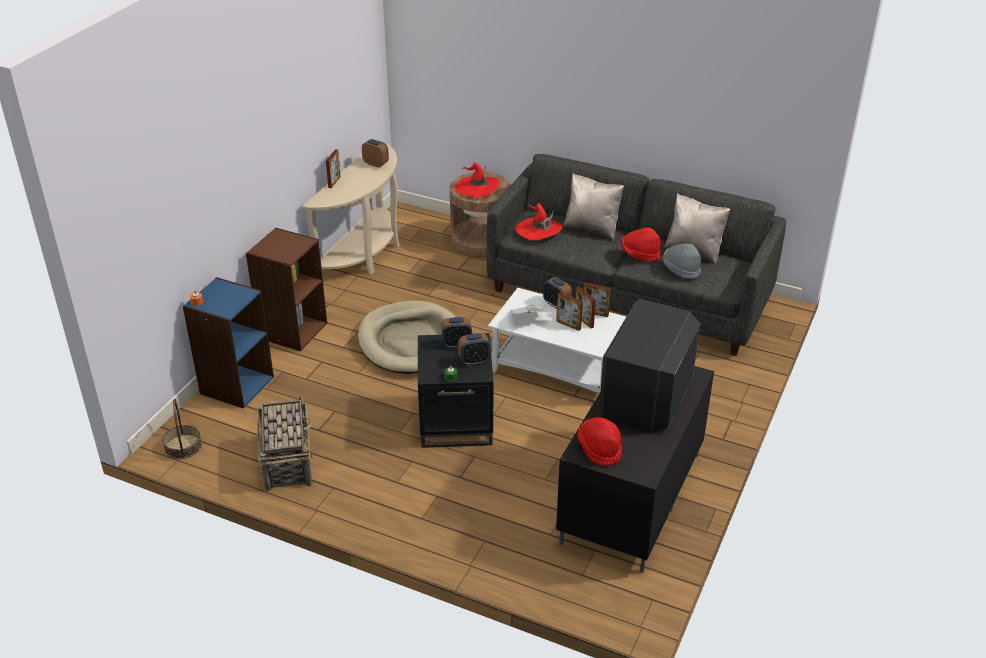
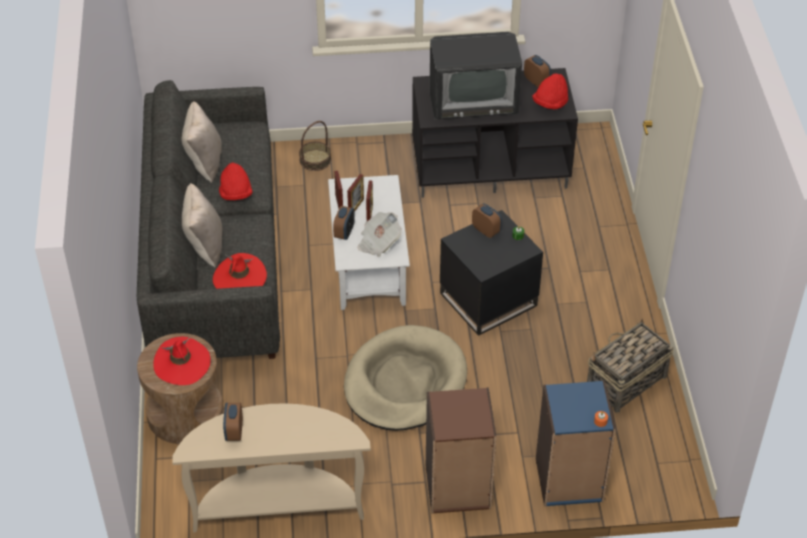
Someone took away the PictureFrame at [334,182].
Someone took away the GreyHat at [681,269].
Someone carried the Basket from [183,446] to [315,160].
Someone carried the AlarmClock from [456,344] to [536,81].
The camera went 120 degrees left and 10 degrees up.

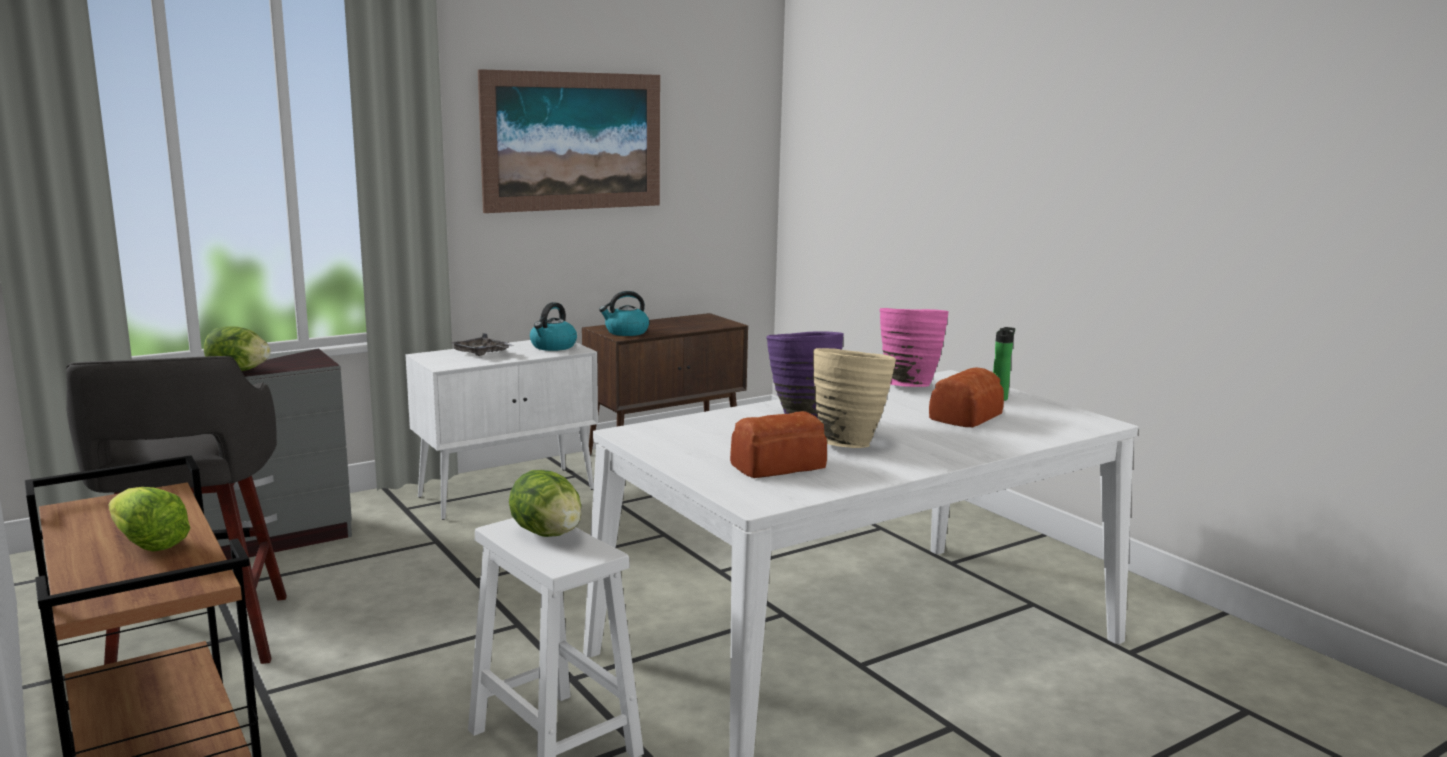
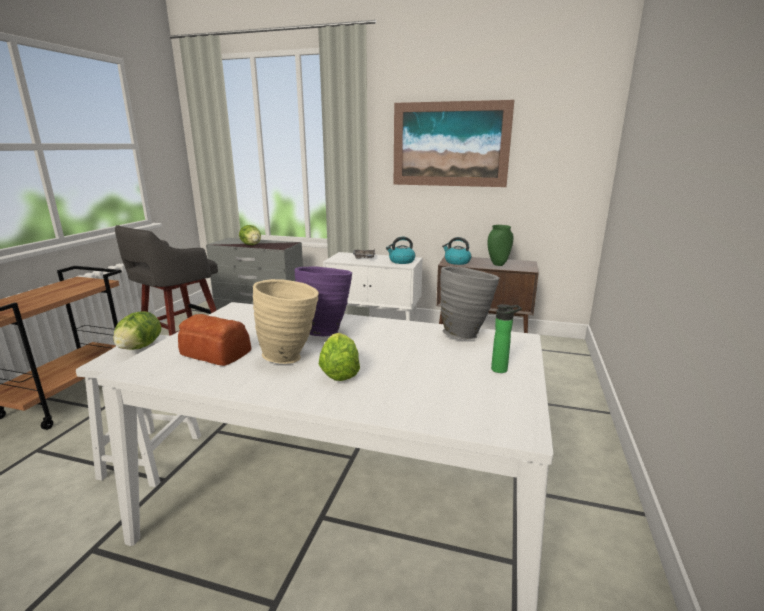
Someone took away the Bread at [963,416].
Someone put down the GreenVase at [497,264].
Someone carried the Lettuce from [149,545] to [339,372].
Someone repainted the PinkVase at [907,385], which became the GreyVase at [465,334].
The camera went 50 degrees right and 5 degrees up.

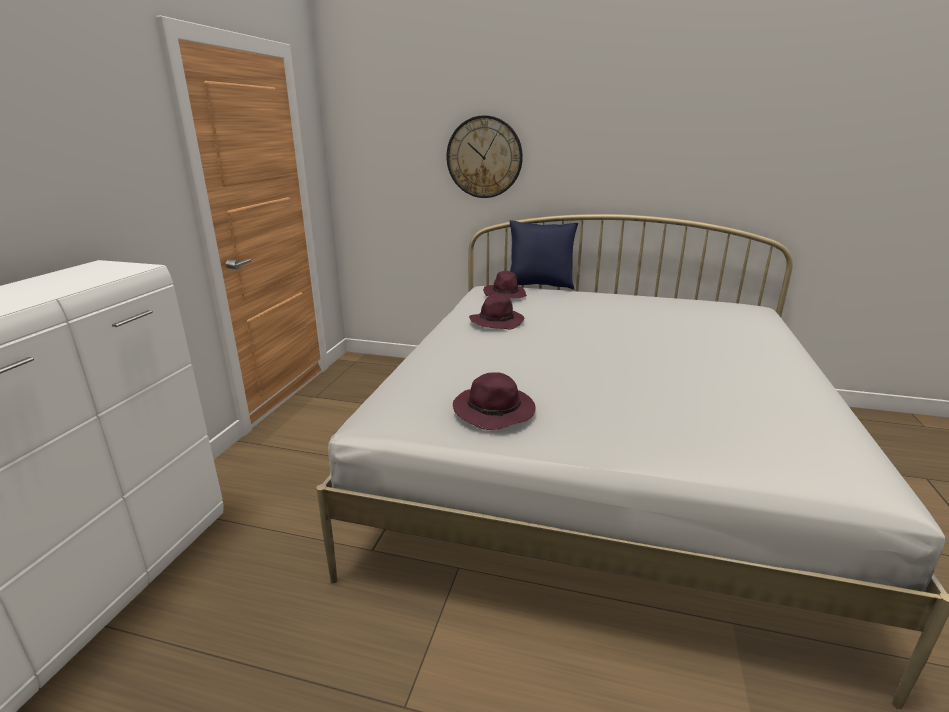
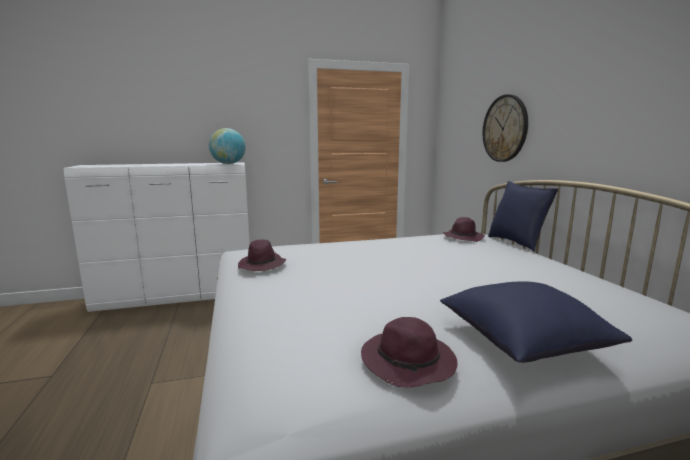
Someone put down the Globe at [228,164].
Someone put down the BluePillow at [522,342].
Someone carried the PurpleHat from [497,321] to [409,363].
The camera went 60 degrees right and 10 degrees down.

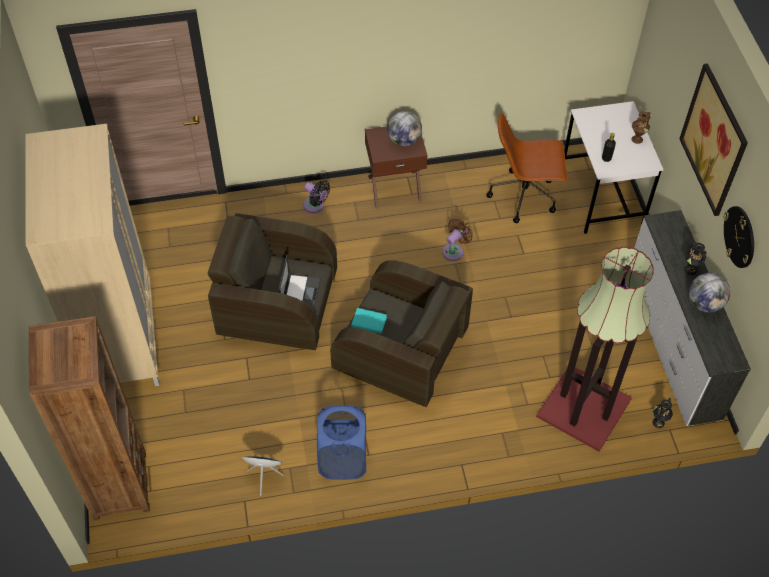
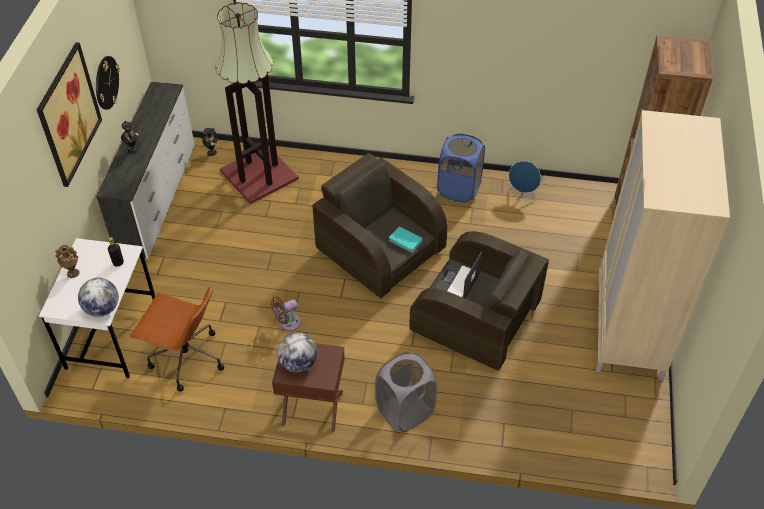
Someone carried the Globe from [704,303] to [102,309].
Someone swapped the BlackFan at [315,206] for the GreyLaundryBasket at [405,411].
The camera went 160 degrees left and 5 degrees down.

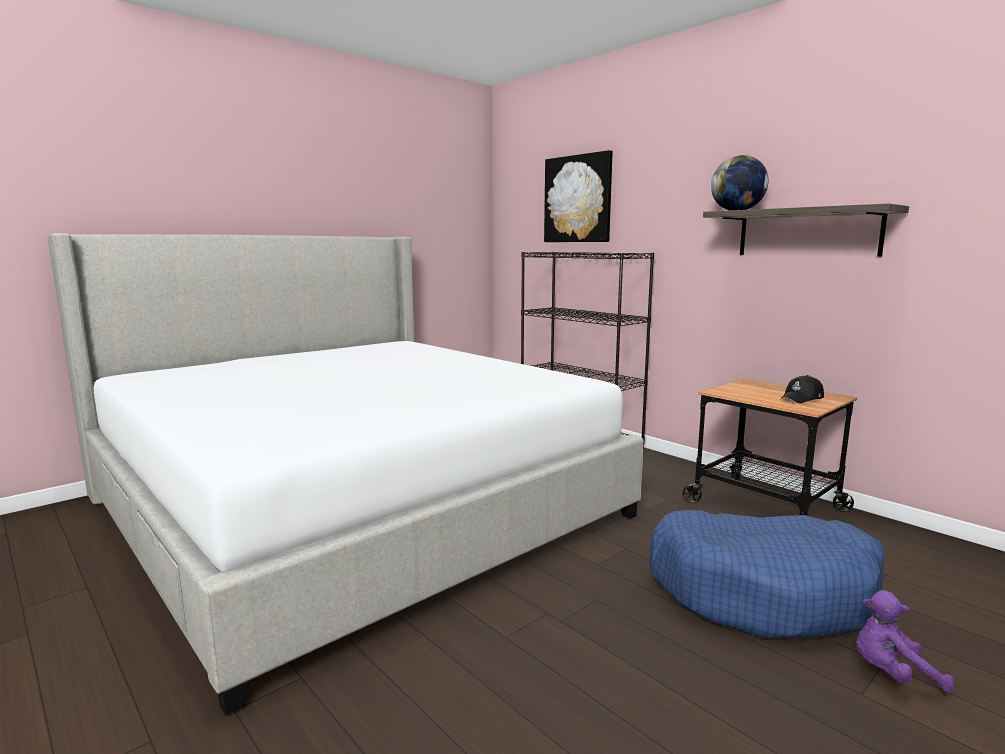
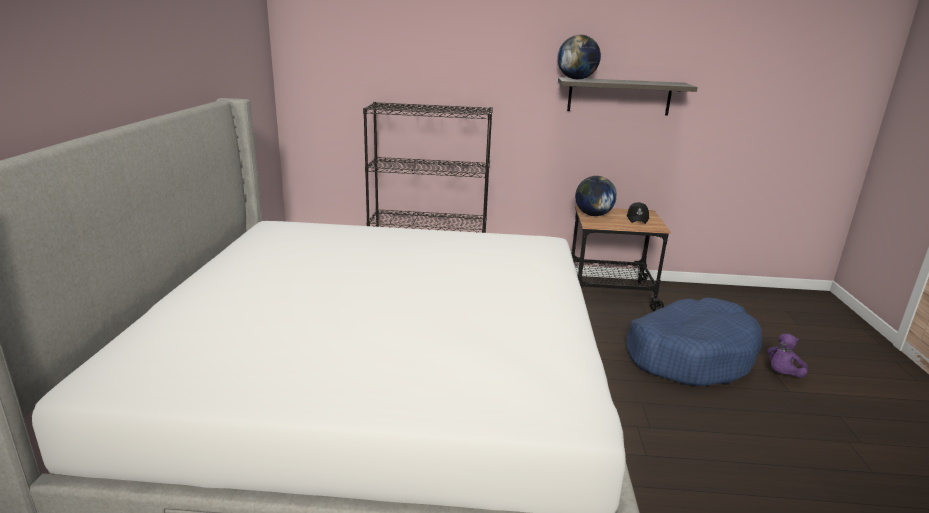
Someone took away the Picture at [578,199].
Someone put down the Globe at [593,215].
The camera went 45 degrees left and 10 degrees up.

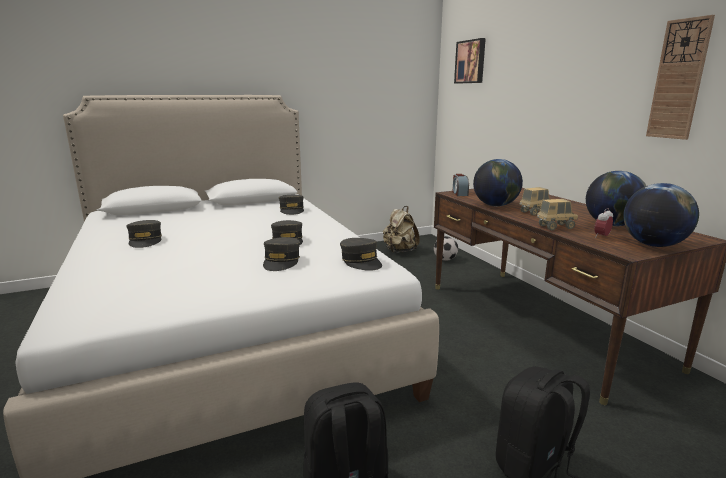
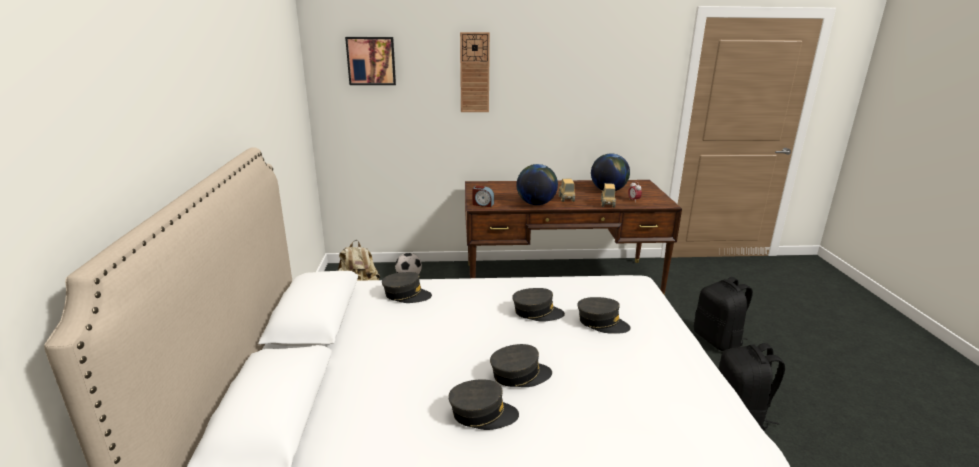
Someone took away the Globe at [653,245].
Someone carried the GreyCap from [361,261] to [520,375].
Someone carried the WallClock from [678,80] to [474,73].
The camera went 70 degrees left and 5 degrees up.

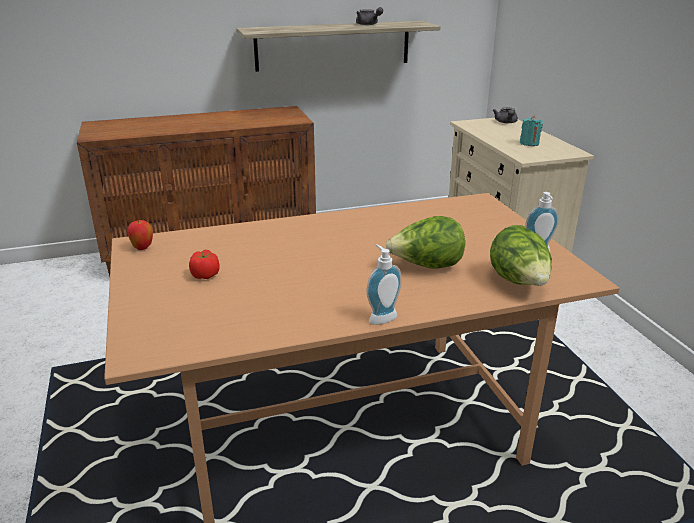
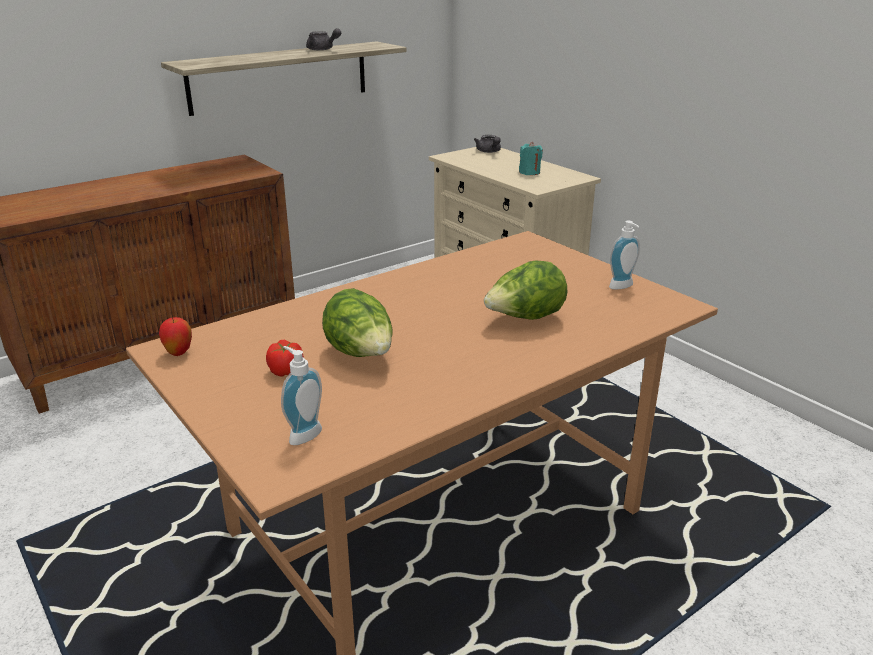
Someone carried the SoapDispenser from [381,317] to [302,434].
Someone carried the Lettuce from [519,282] to [361,354].
The camera went 20 degrees left and 0 degrees up.

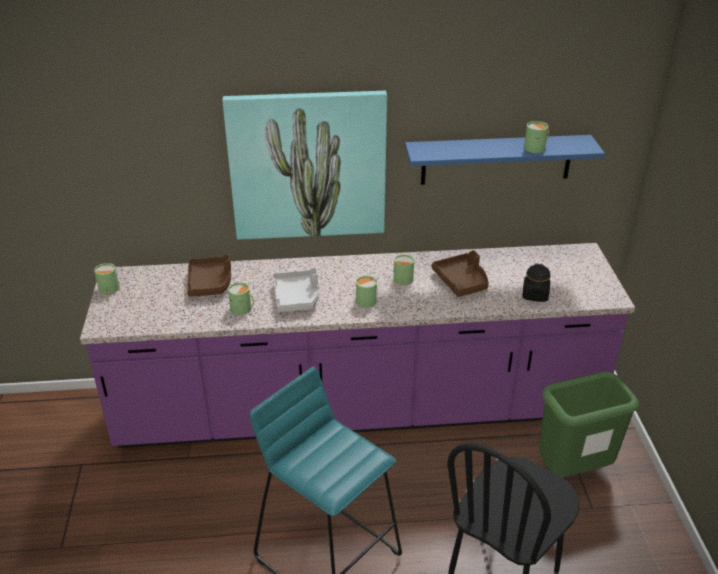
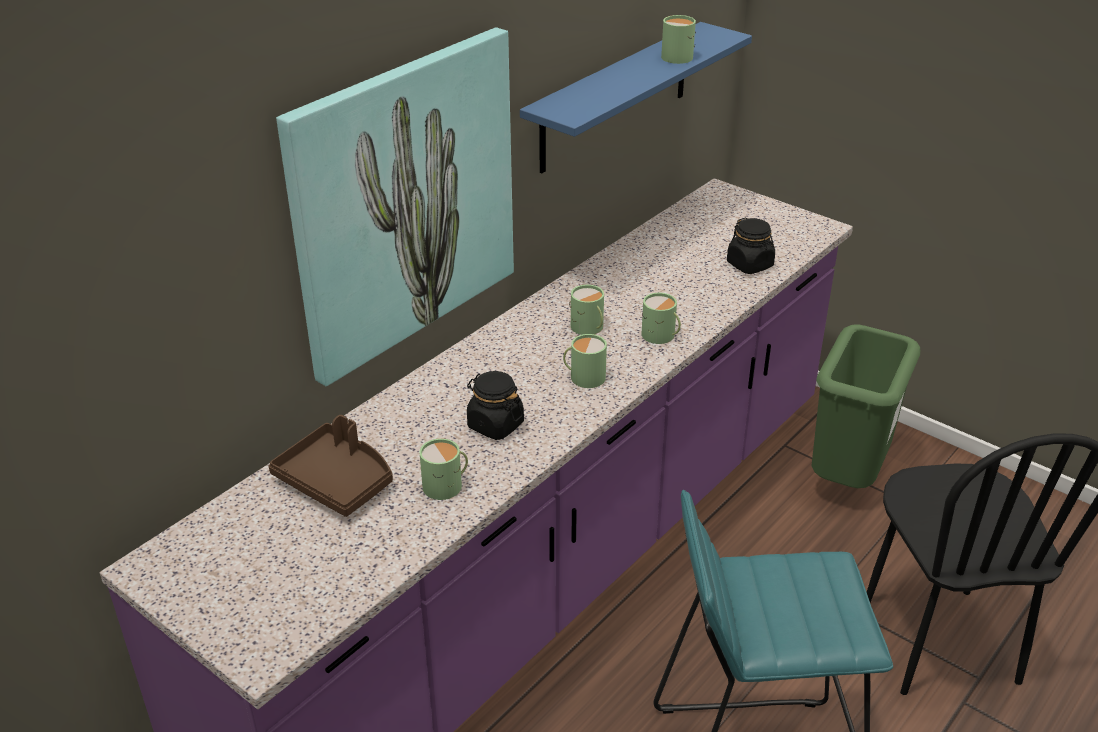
Someone took away the BrownTray at [462,281].
Someone carried the GreenMug from [108,289] to [661,336].
Someone swapped the GreyTray at [297,297] for the BlackJar at [495,425].
The camera went 45 degrees left and 0 degrees up.

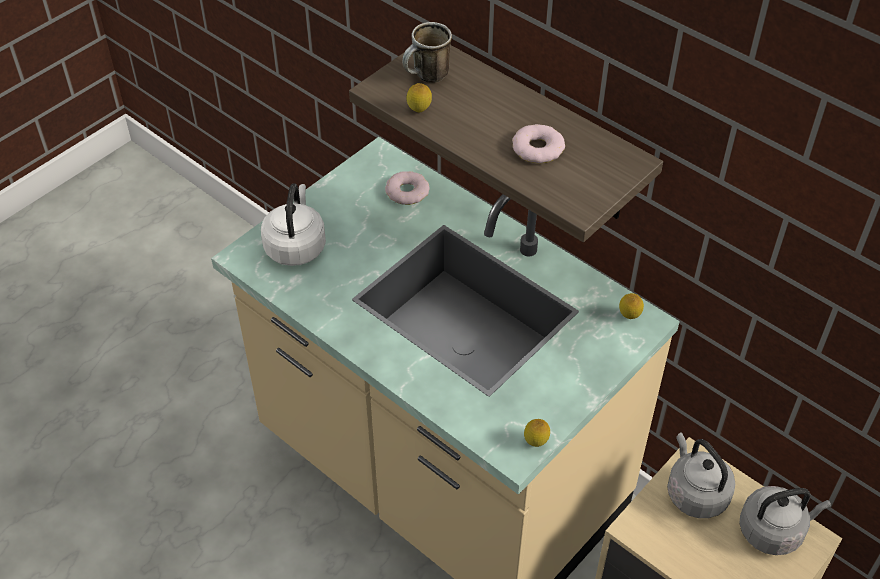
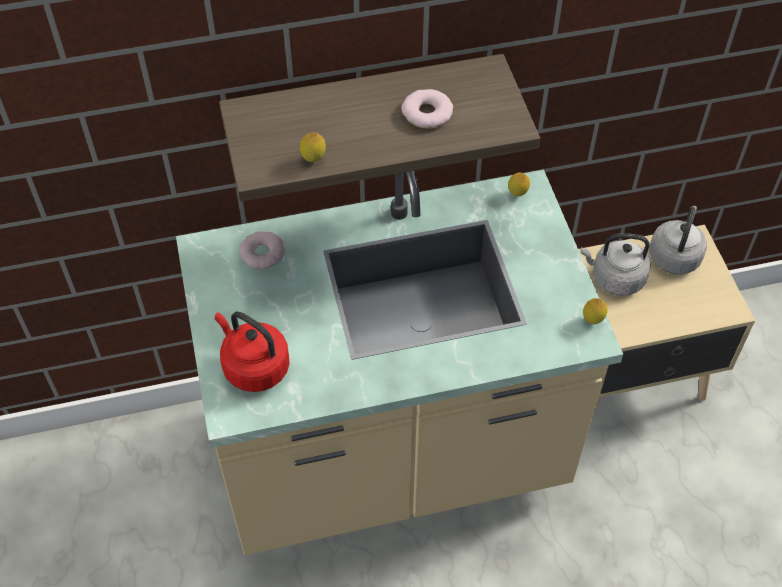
Someone took away the Mug at [427,77].
Someone repainted the WhiteKettle at [296,246], which became the RedKettle at [253,366].
The camera went 55 degrees left and 5 degrees up.

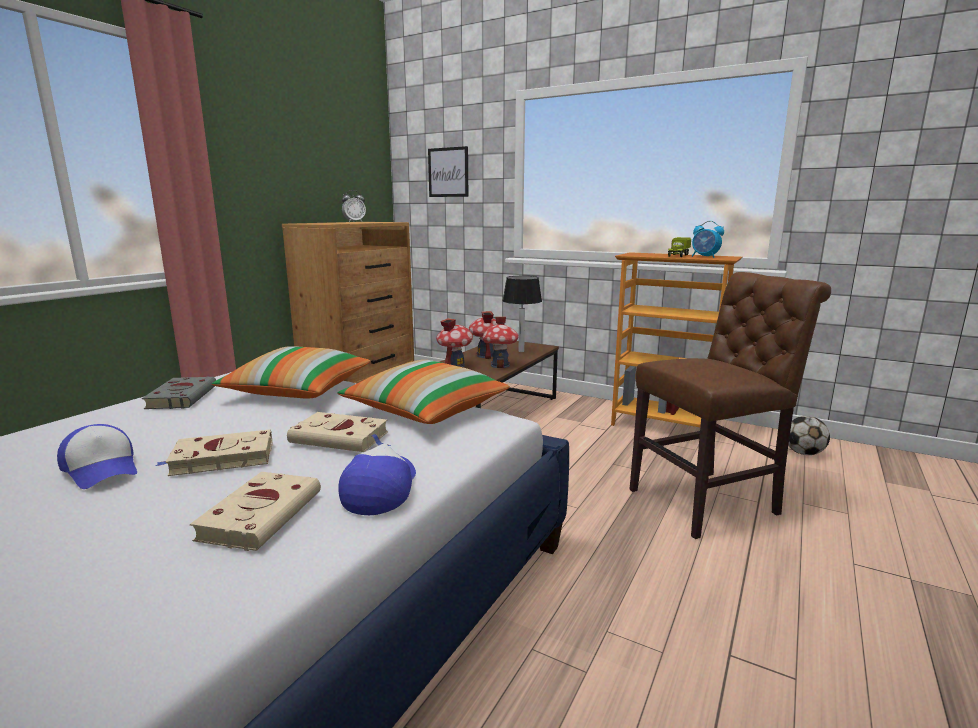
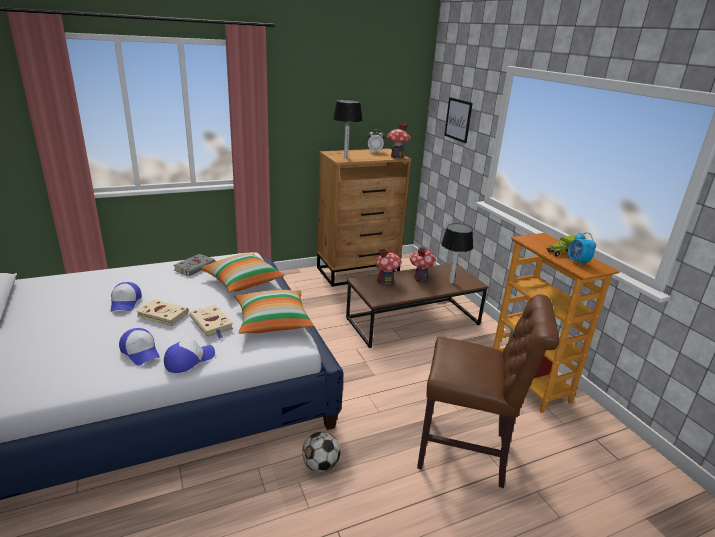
Someone put down the TableLamp at [346,158].
Someone carried the ToyHouse from [500,365] to [397,157].
Someone carried the Football from [803,453] to [320,465].
Someone swapped the BeigeBook at [263,514] for the Cap at [141,351].
The camera went 35 degrees right and 10 degrees up.

